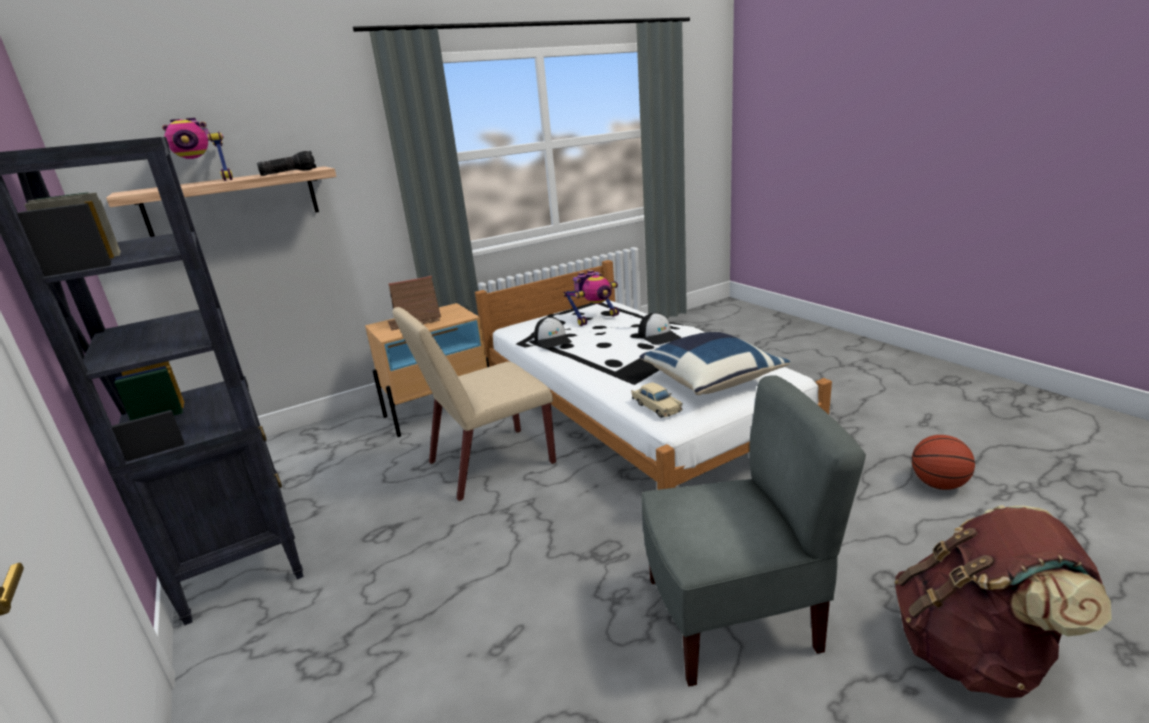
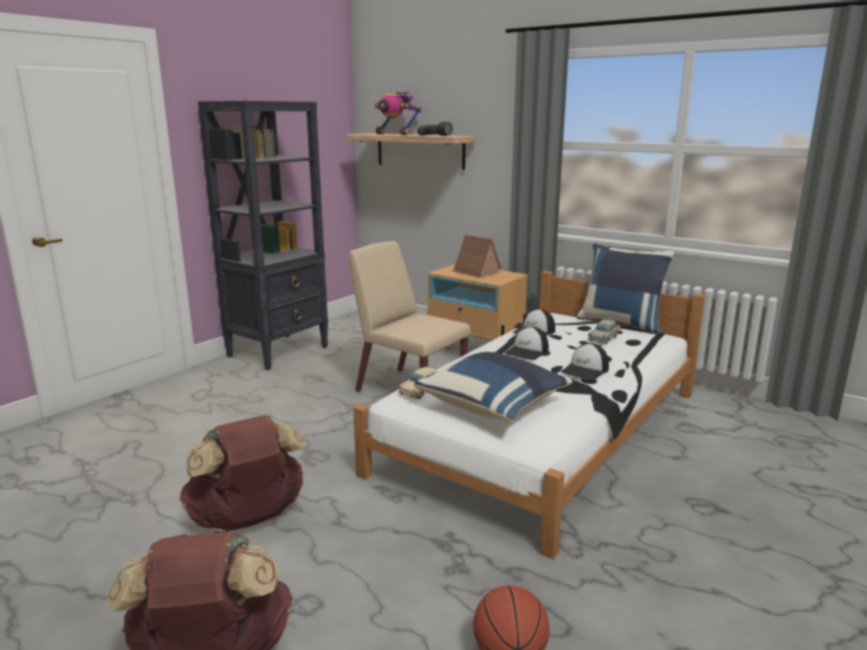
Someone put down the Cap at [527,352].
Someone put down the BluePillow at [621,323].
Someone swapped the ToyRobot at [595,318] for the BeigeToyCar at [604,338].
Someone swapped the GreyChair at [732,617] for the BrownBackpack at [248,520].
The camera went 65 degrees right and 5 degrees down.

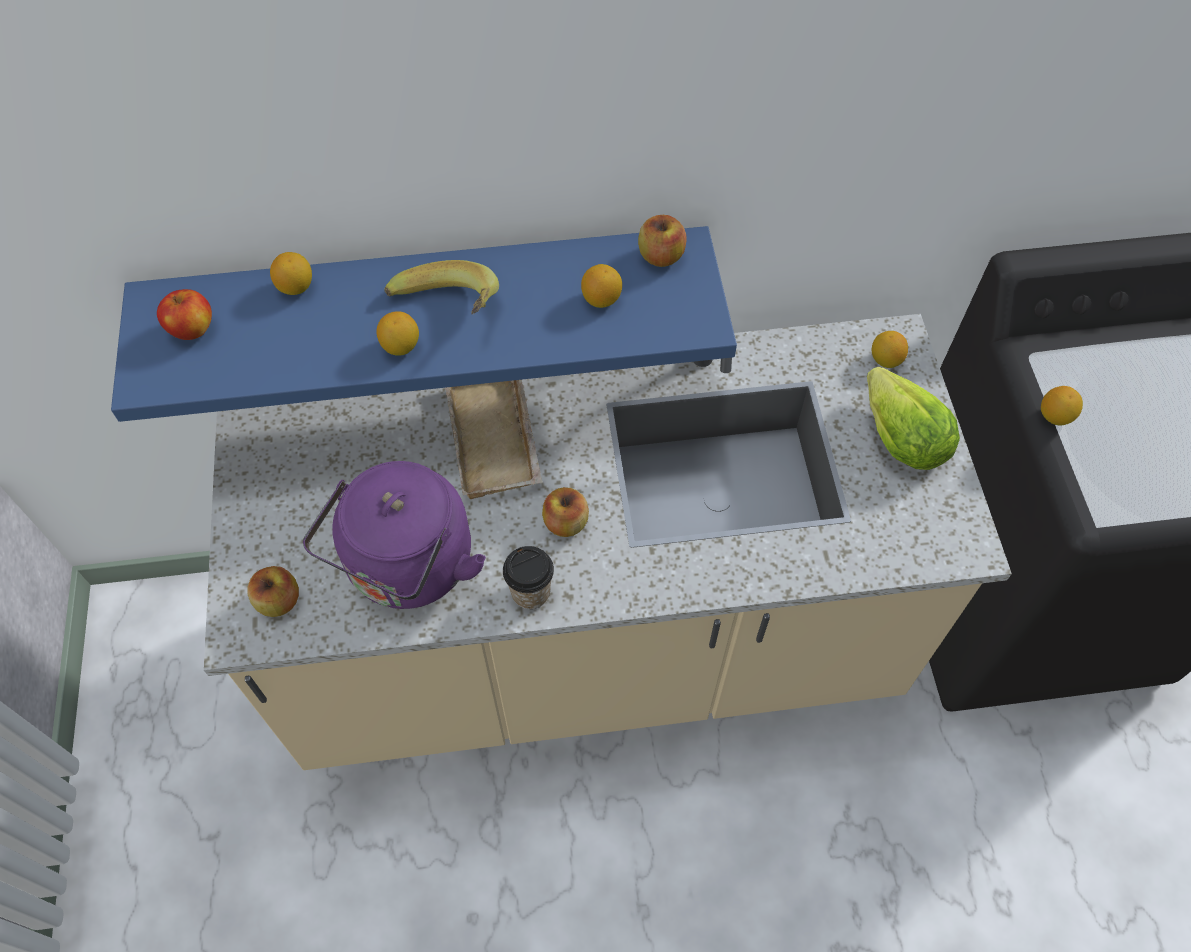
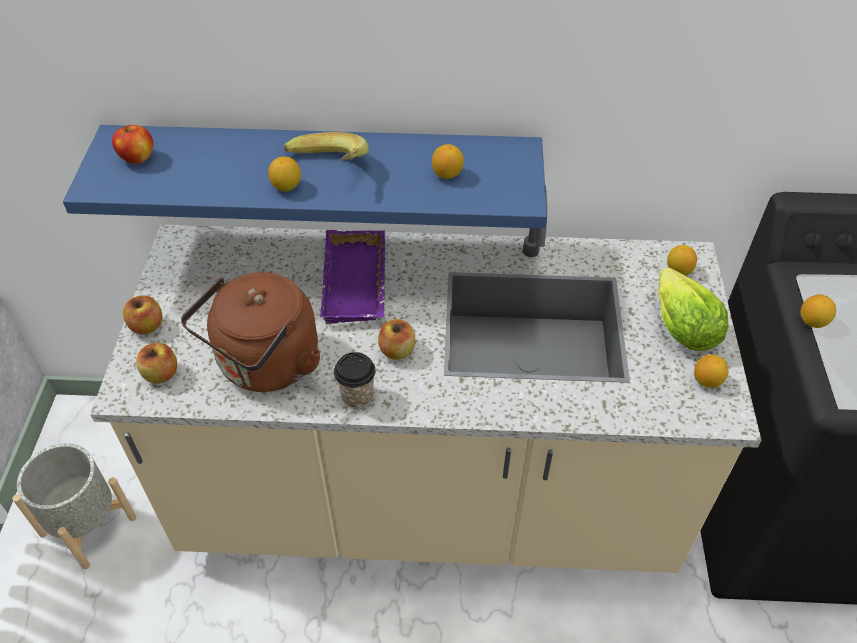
Someone put down the GreyPlanter at [87,526].
Someone carried the Lemon from [296,287] to [707,381].
Someone carried the Apple from [661,256] to [147,326].
Someone repainted the PurpleKettle at [407,569], which became the BrownKettle at [265,366].
Someone repainted the BeigeTray at [497,436], which became the PurpleTray at [358,284].
The camera went 10 degrees right and 10 degrees down.

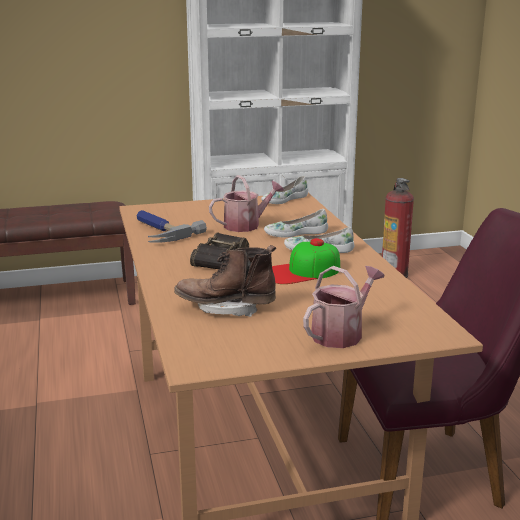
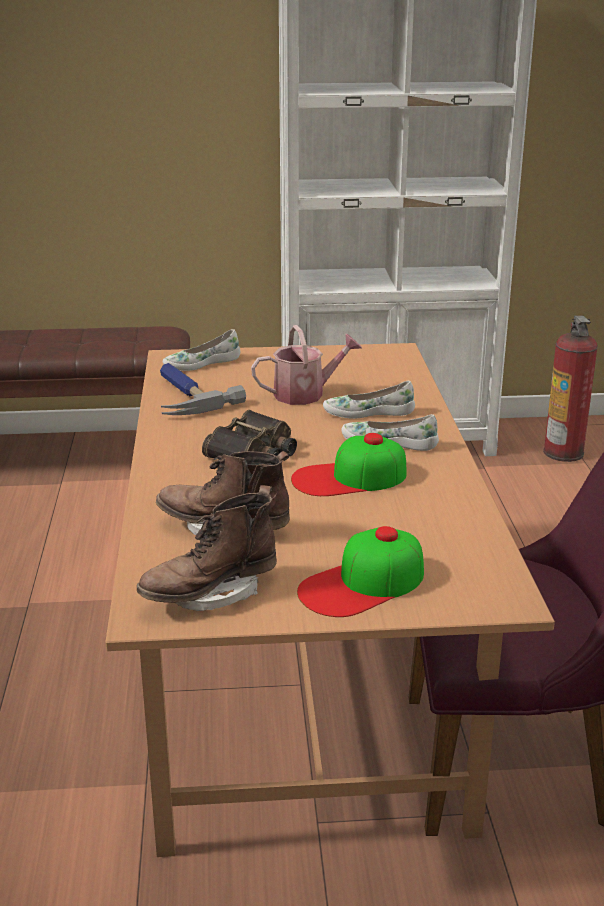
Someone put down the BrownBoot at [210,593].
Someone carried the WhiteShoe from [284,199] to [201,363].
Someone swapped the WateringCan at [341,333] for the Cap at [362,584].
The camera went 10 degrees right and 5 degrees up.

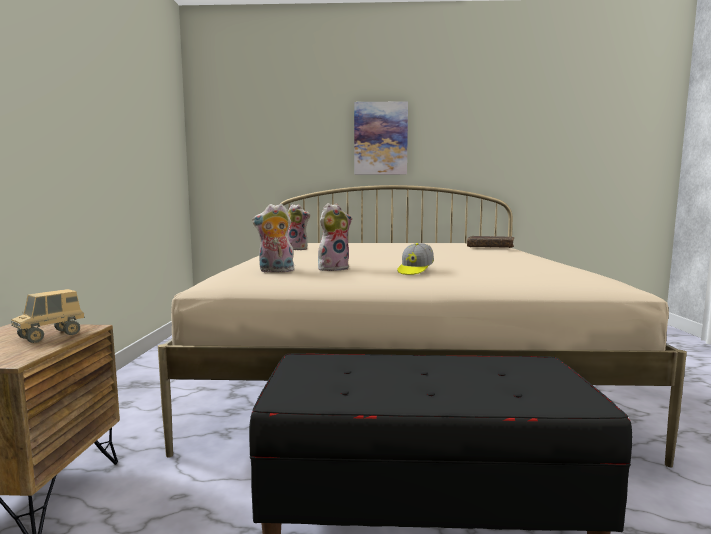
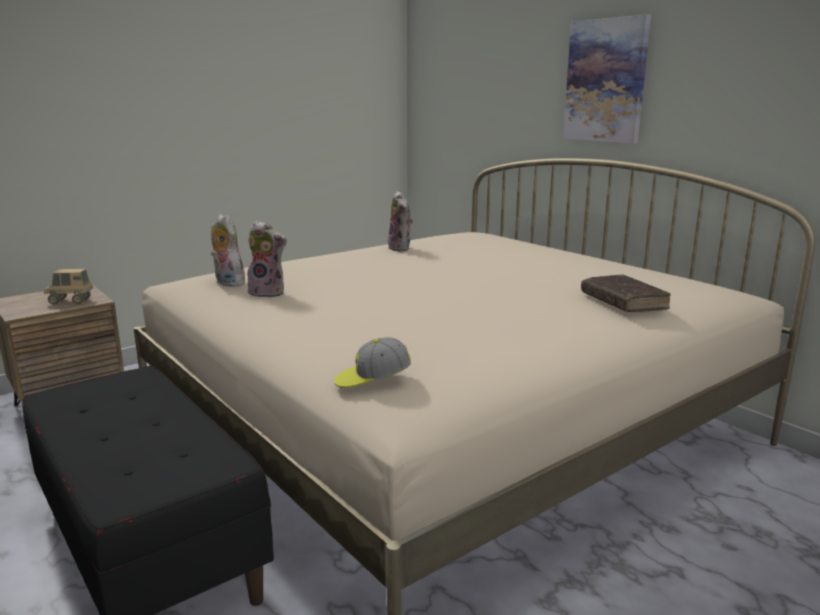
Someone carried the Cap from [415,271] to [372,380].
The camera went 50 degrees right and 10 degrees up.

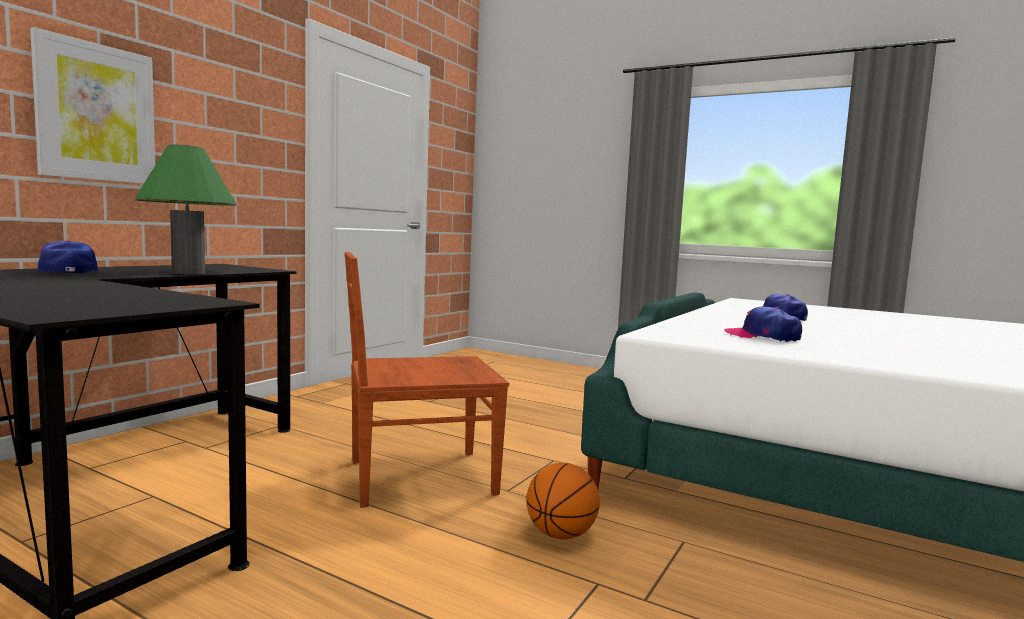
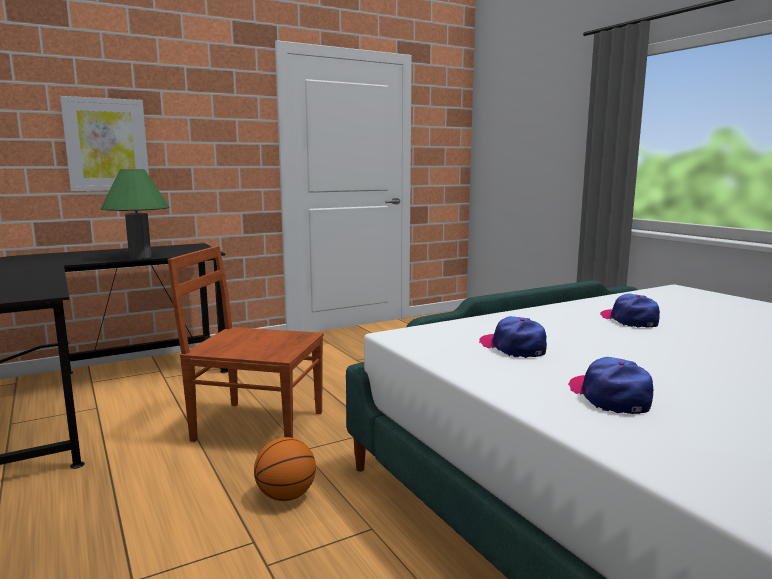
Someone carried the Cap from [67,271] to [609,396].
The camera went 30 degrees right and 5 degrees up.

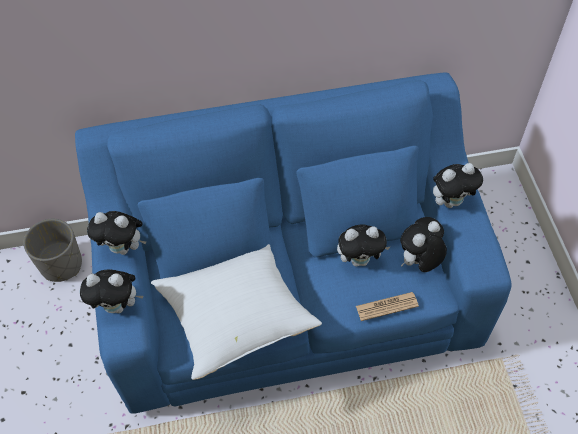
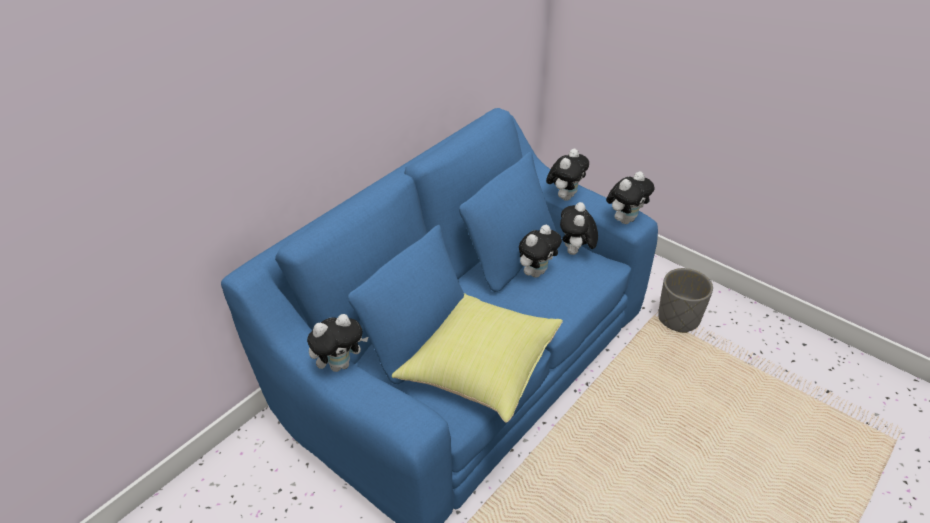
Someone took away the Newspaper at [387,306].
Someone carried the GreyPlanter from [61,264] to [678,318].
Someone carried the PlushToy from [118,305] to [625,219].
Someone repainted the WhitePillow at [236,315], which became the YellowPillow at [479,366].
The camera went 40 degrees left and 15 degrees down.

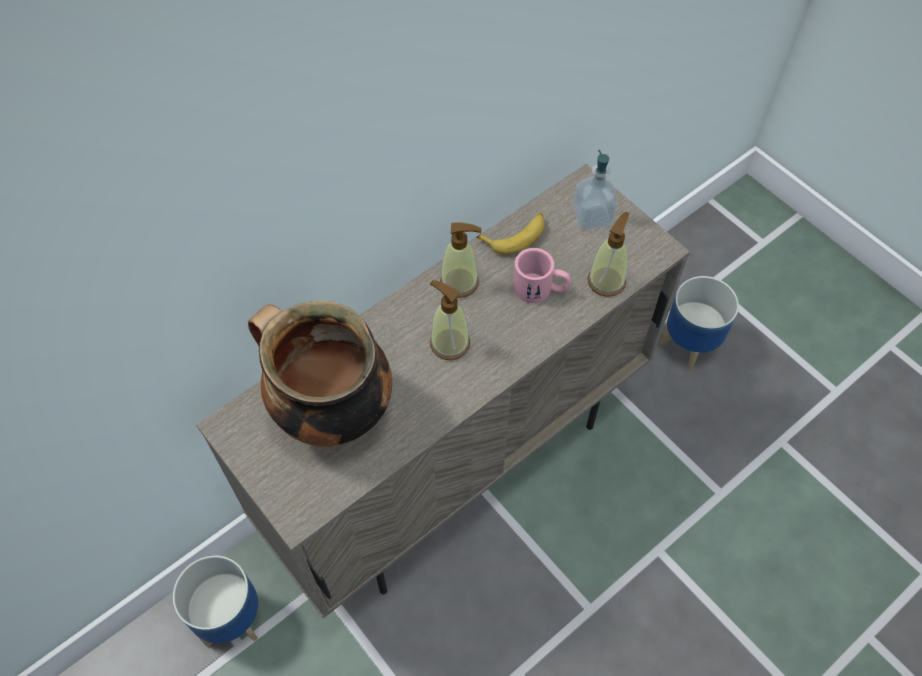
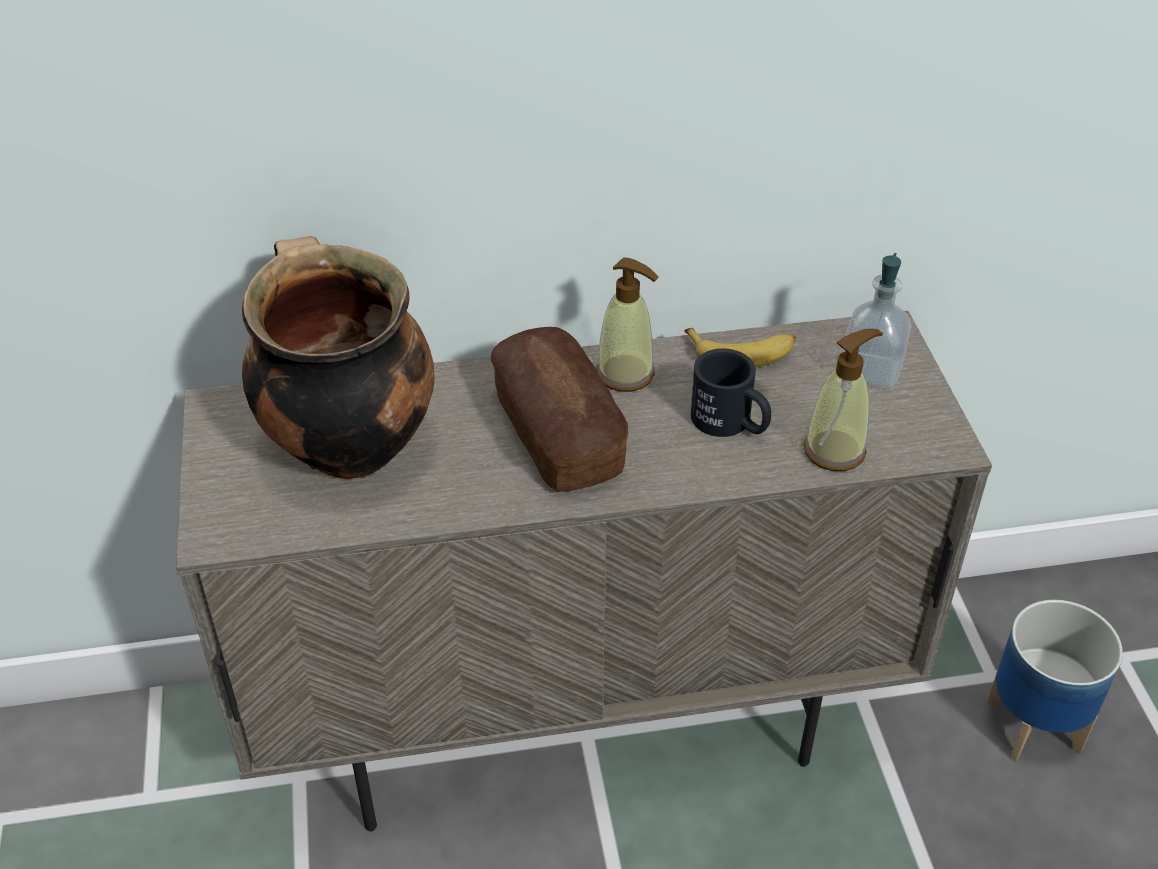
Someone took away the Planter at [231,617].
Someone swapped the SoapDispenser at [449,343] for the Bread at [558,433].
Someone repainted the PinkMug at [540,289], which became the BlackMug at [731,423].
The camera went 30 degrees right and 15 degrees down.

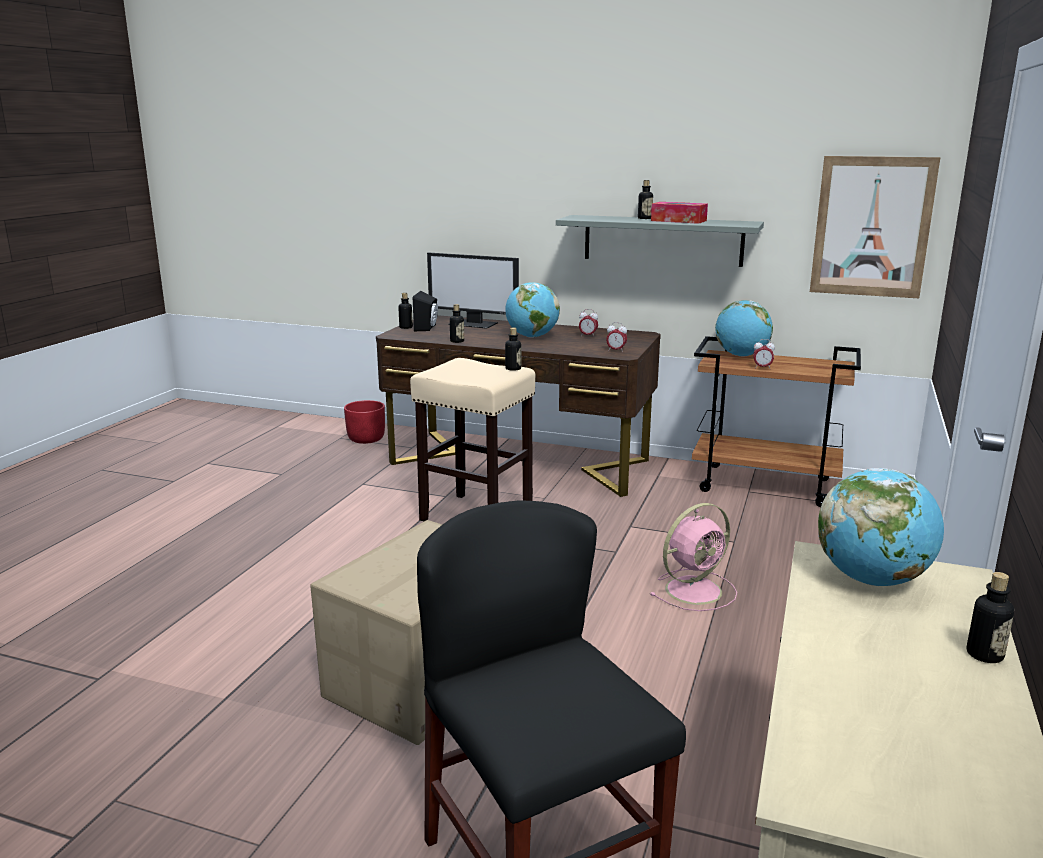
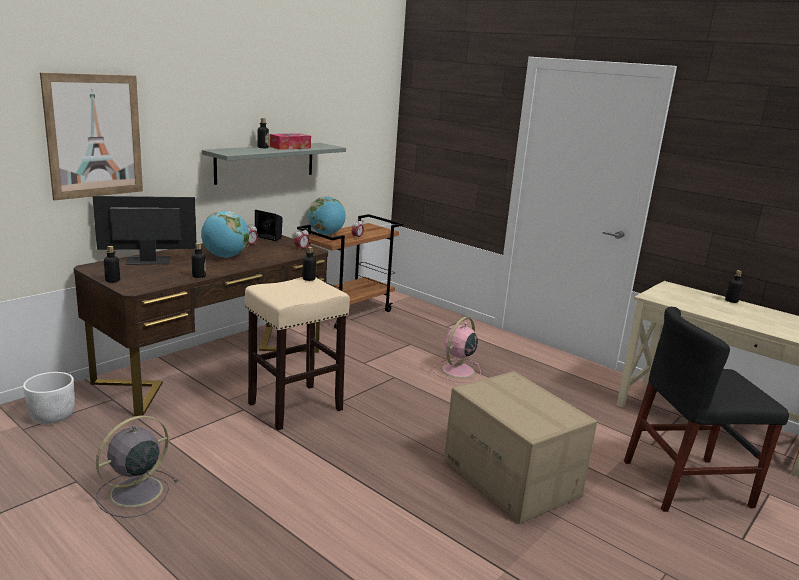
Someone took away the Globe at [872,579].
Someone put down the GreyFan at [134,493].
Someone carried the BlackSpeaker from [427,328] to [270,237].
Someone carried the Picture from [872,227] to [94,136].
Someone repainted the RedPlanter at [366,439], which became the WhitePlanter at [52,416].
Someone rotated the Monitor at [474,324] by 150 degrees counterclockwise.
Someone rotated the PinkFan at [695,590] by 135 degrees counterclockwise.
The camera went 70 degrees left and 0 degrees up.

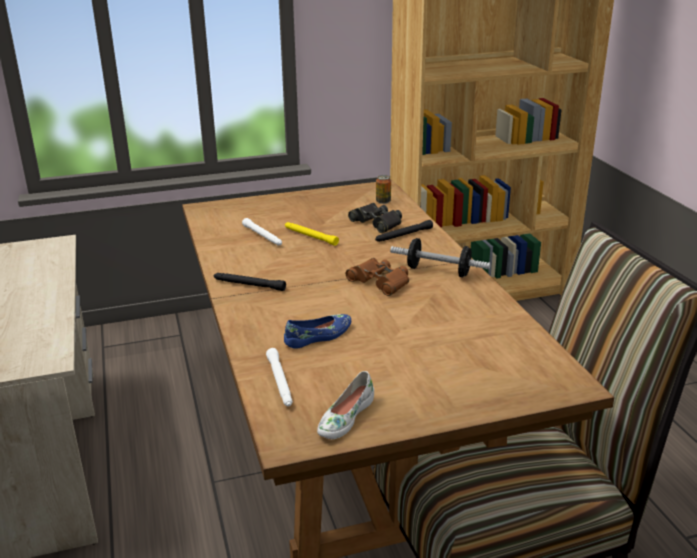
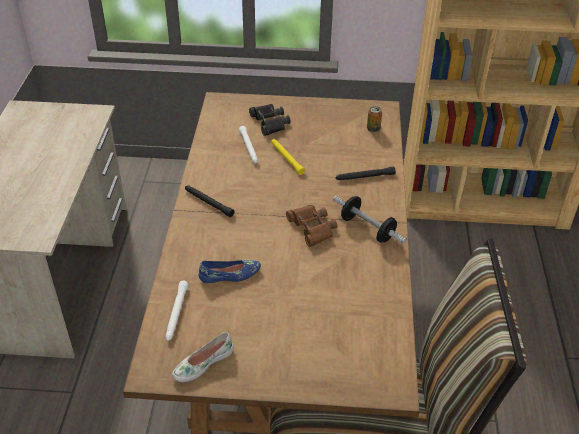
Someone carried the BlackBinoculars from [377,223] to [269,122].
The camera went 20 degrees right and 15 degrees up.

